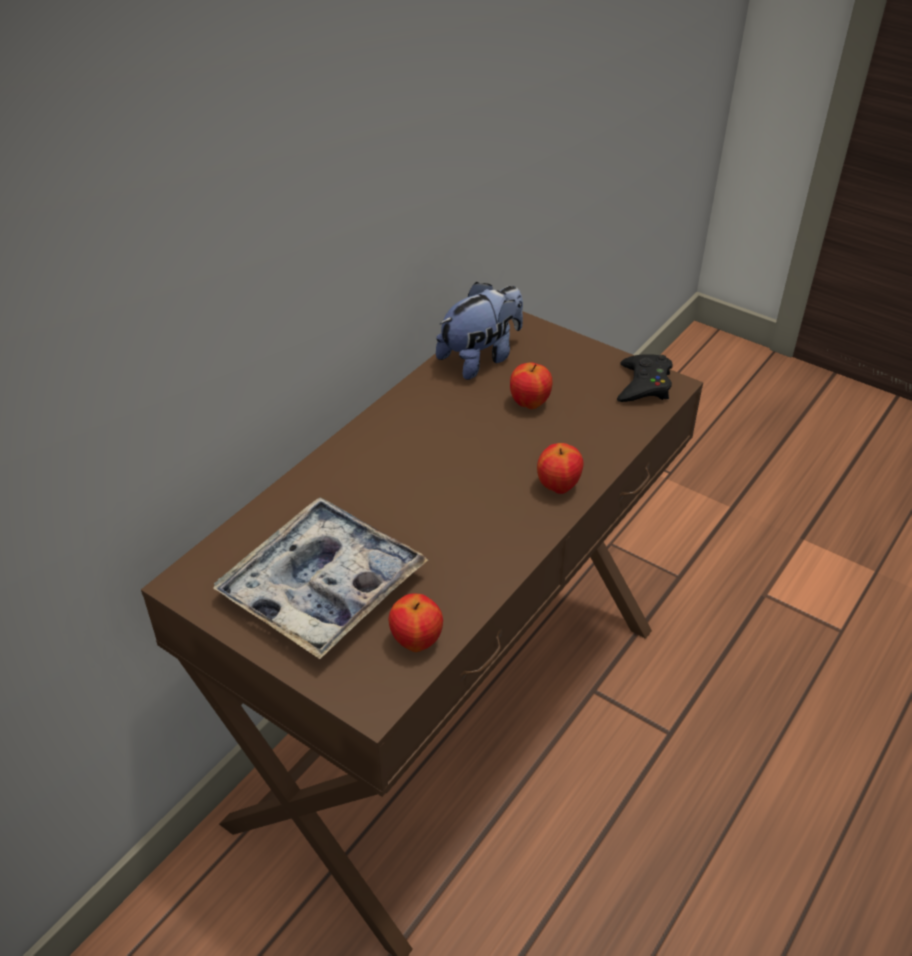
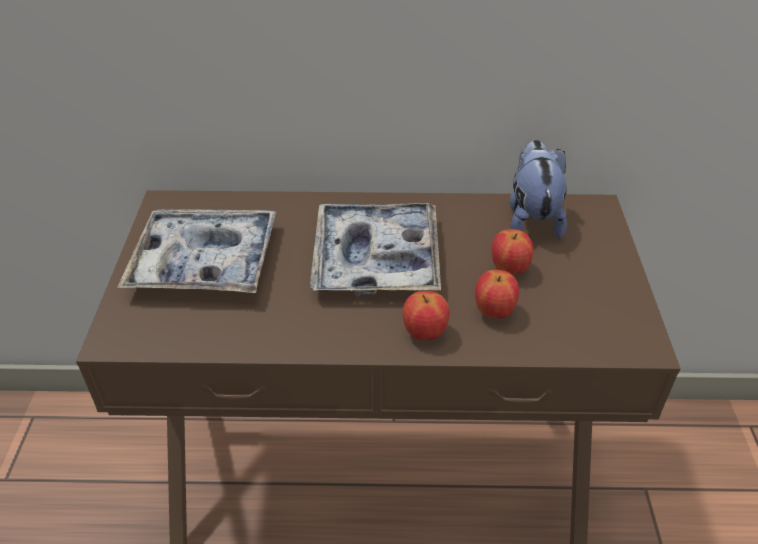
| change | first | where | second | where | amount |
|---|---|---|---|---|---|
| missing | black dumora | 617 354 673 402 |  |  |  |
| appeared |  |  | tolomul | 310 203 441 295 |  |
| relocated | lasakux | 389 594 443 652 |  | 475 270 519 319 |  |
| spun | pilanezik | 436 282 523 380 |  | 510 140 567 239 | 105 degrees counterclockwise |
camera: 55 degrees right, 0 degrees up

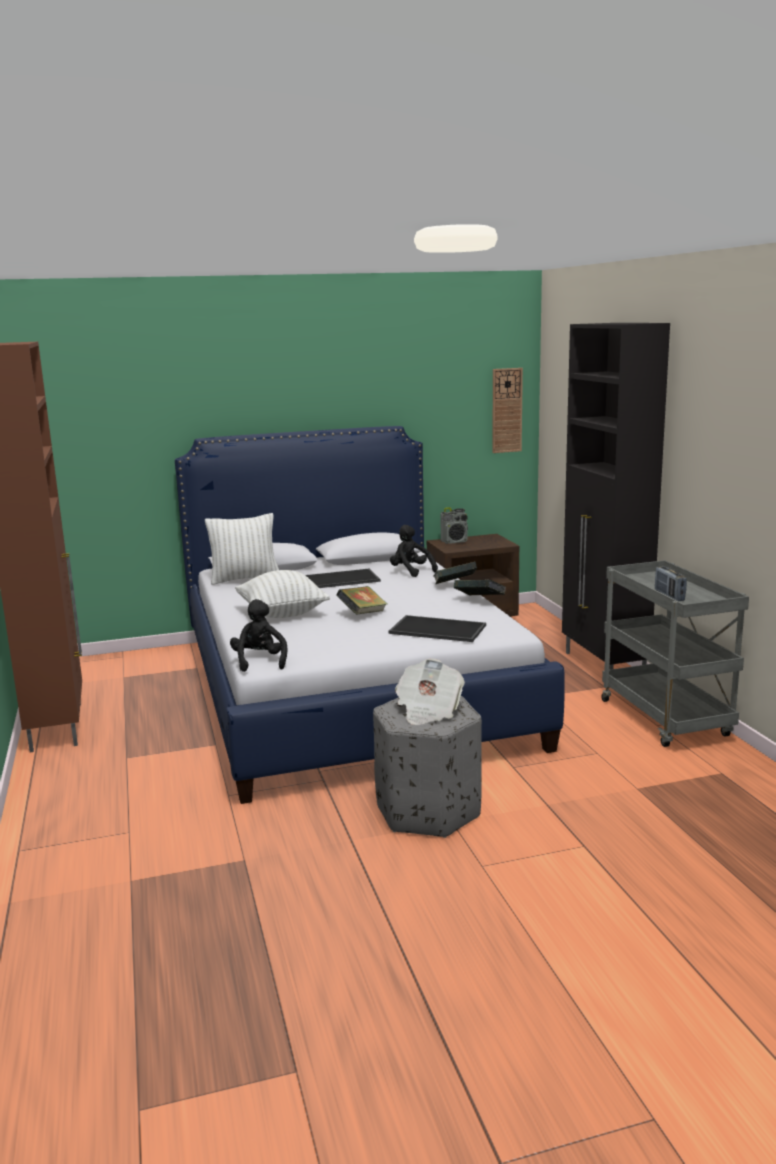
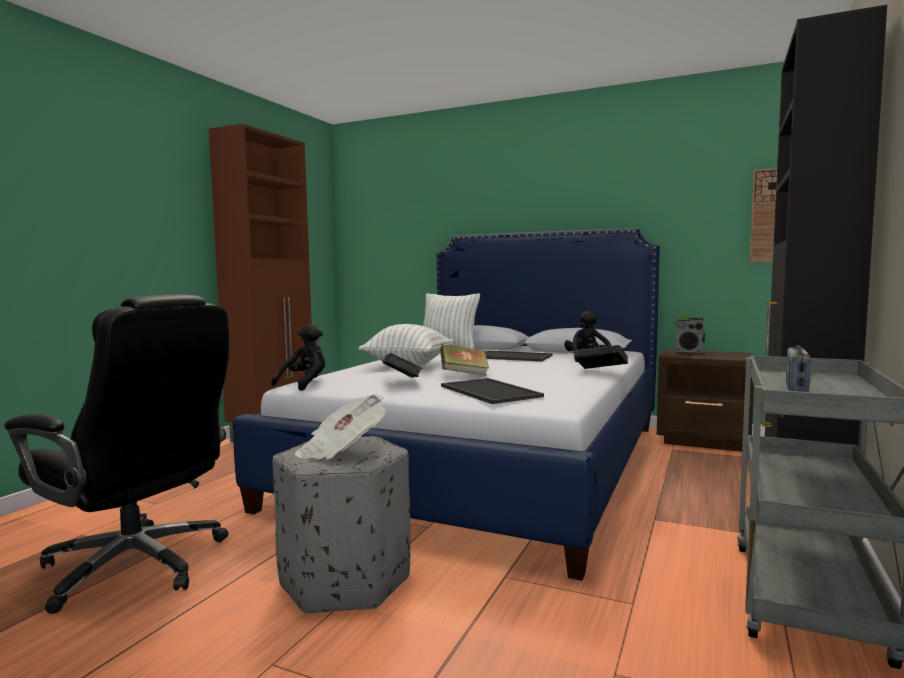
| change | first | where | second | where | amount |
|---|---|---|---|---|---|
| appeared |  |  | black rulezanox | 4 295 229 614 |  |
| relocated | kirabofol | 454 580 506 596 |  | 383 353 423 378 |  |
camera: 40 degrees right, 10 degrees down

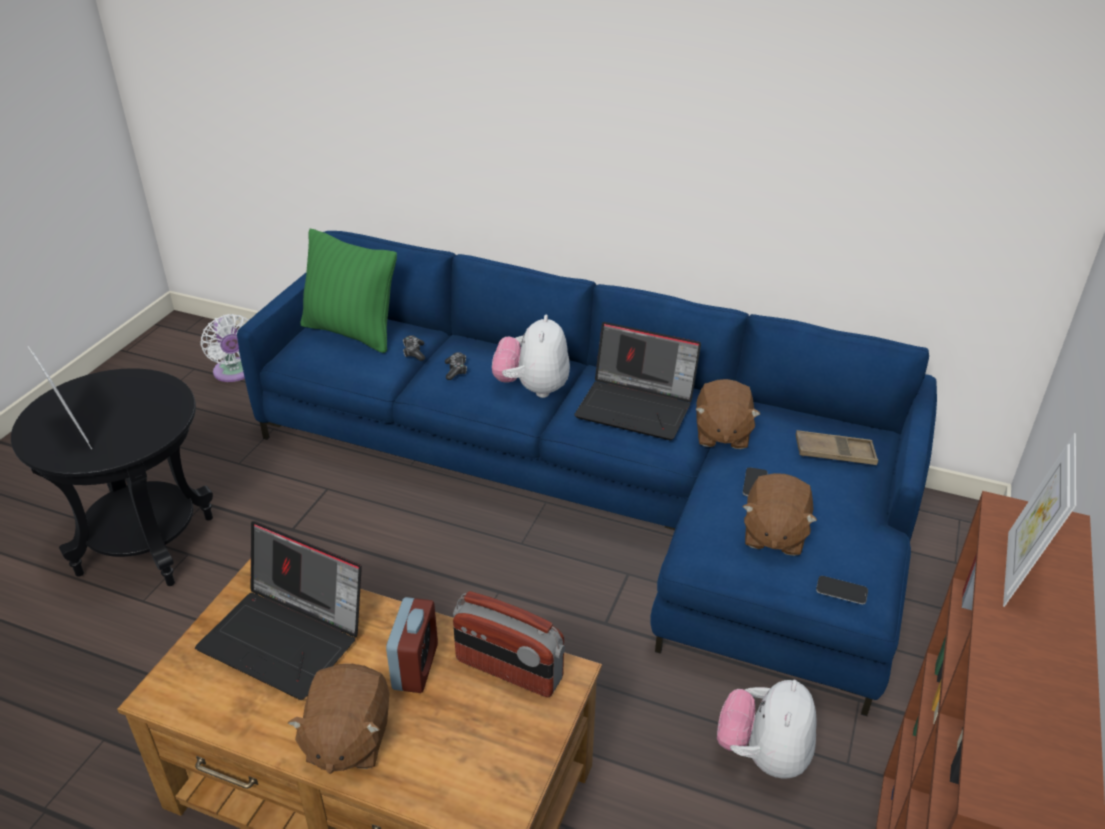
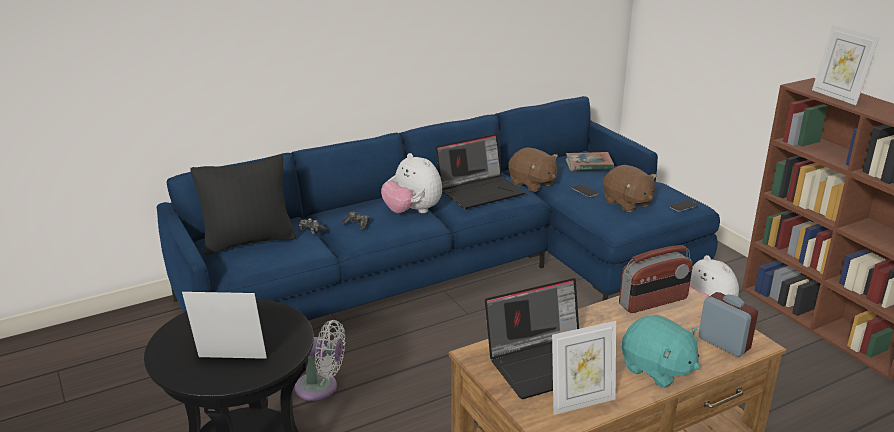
| change | first | where | second | where | amount |
|---|---|---|---|---|---|
| appeared |  |  | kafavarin | 552 321 616 415 |  |
| relocated | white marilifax | 200 314 249 382 |  | 295 320 345 401 |  |
| relocated | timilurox | 386 597 438 693 |  | 698 292 758 357 |  |
| exchanged | brown tolomul | 796 430 878 465 | kirabofol | 565 152 614 171 |  |
| colour | brown pilanezik | 288 664 389 774 | turquoise pilanezik | 622 315 700 388 |  |
| colour | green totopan | 300 229 397 353 | black totopan | 190 154 296 255 |  |
camera: 50 degrees left, 10 degrees down

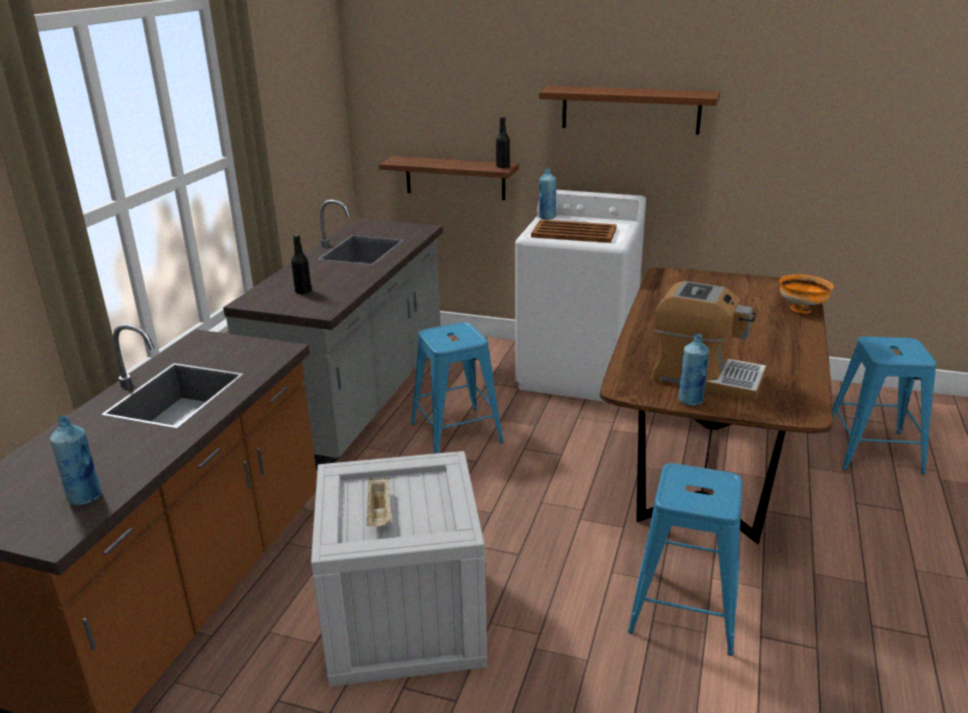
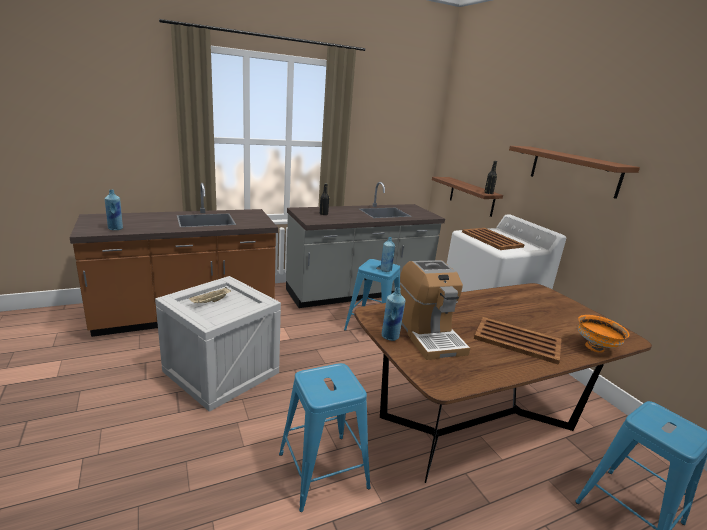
| change | first | where | second | where | amount |
|---|---|---|---|---|---|
| appeared |  |  | brown tolomul | 474 317 561 365 |  |
| relocated | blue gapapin | 539 168 556 220 |  | 380 237 395 272 |  |
camera: 45 degrees right, 5 degrees down

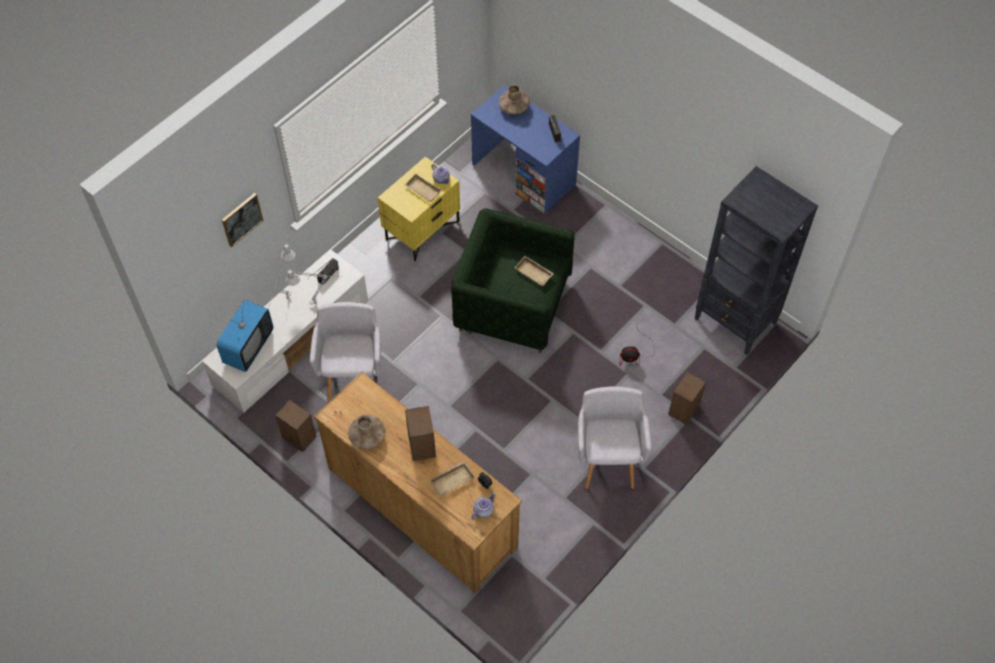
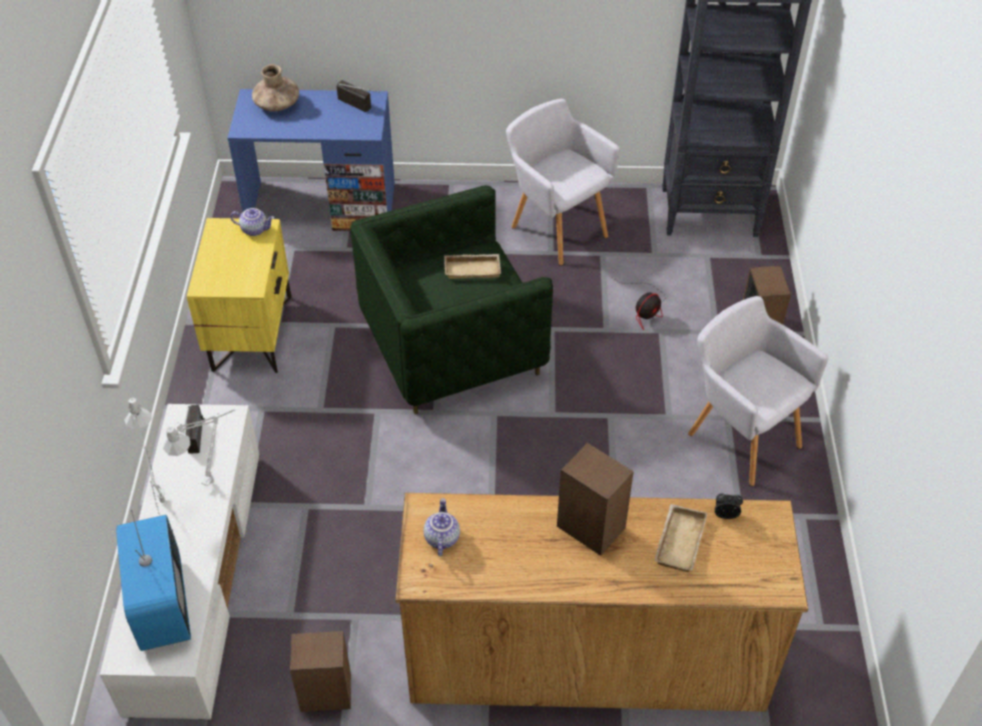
| change | first | where | second | where | amount |
|---|---|---|---|---|---|
| missing | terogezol | 222 193 263 247 |  |  |  |
| missing | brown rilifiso | 348 415 386 449 |  |  |  |
| missing | beige tolomul | 405 174 442 202 |  |  |  |
| relocated | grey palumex | 310 302 381 403 |  | 506 99 620 266 |  |
| relocated | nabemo | 471 493 496 520 |  | 424 498 460 556 |  |
camera: 40 degrees left, 10 degrees down

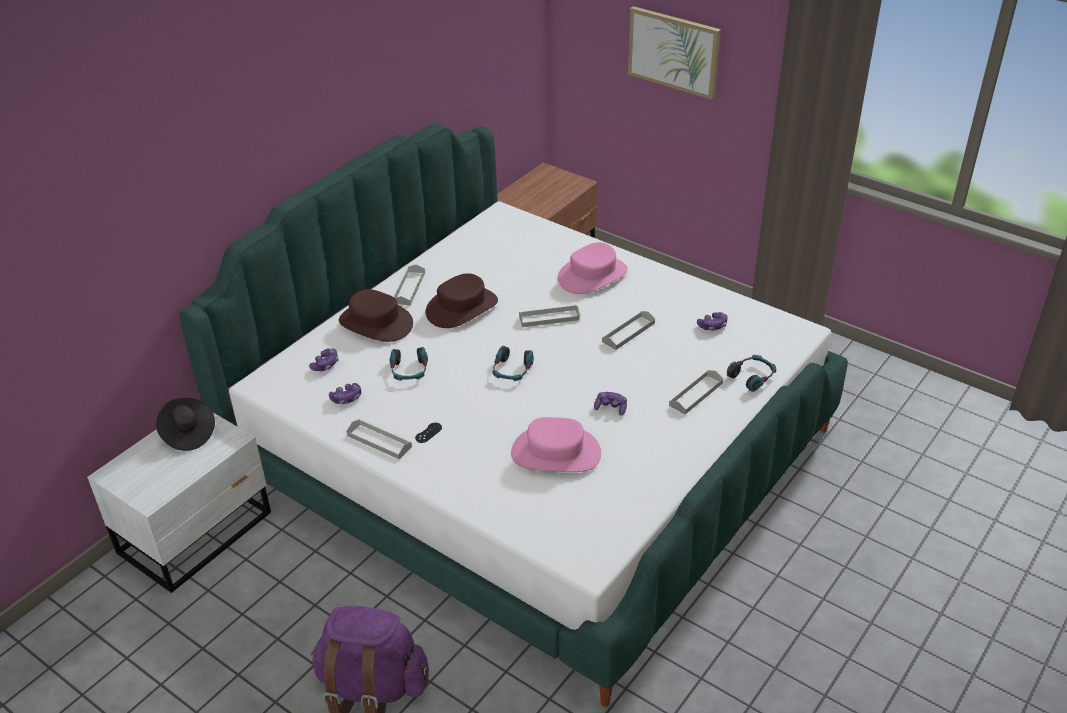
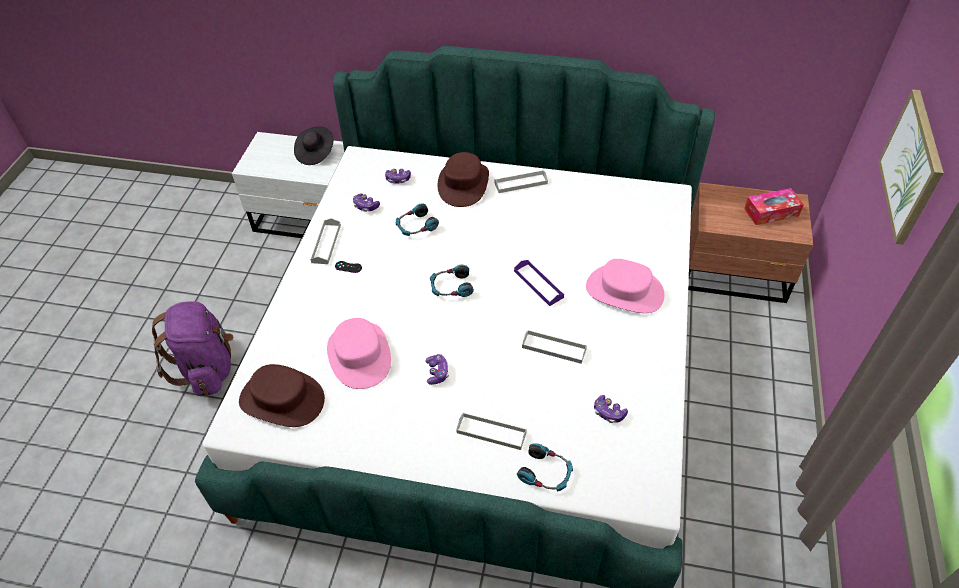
| change | first | where | second | where | amount |
|---|---|---|---|---|---|
| appeared |  |  | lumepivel | 744 188 804 225 |  |
| relocated | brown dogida | 426 273 498 328 |  | 239 364 325 427 |  |
| colour | grey tolomul | 519 305 580 327 | purple tolomul | 514 260 564 306 |  |
camera: 65 degrees right, 10 degrees up

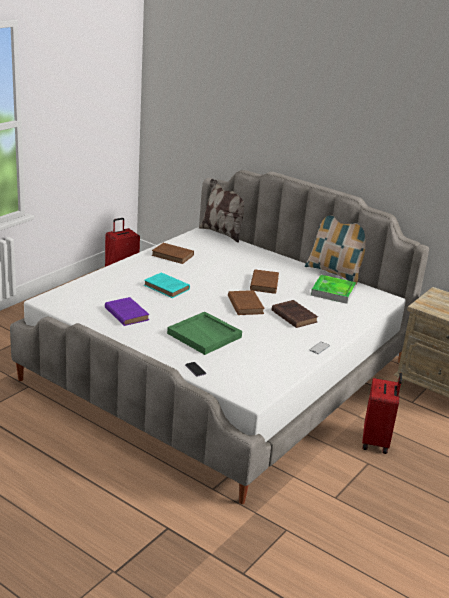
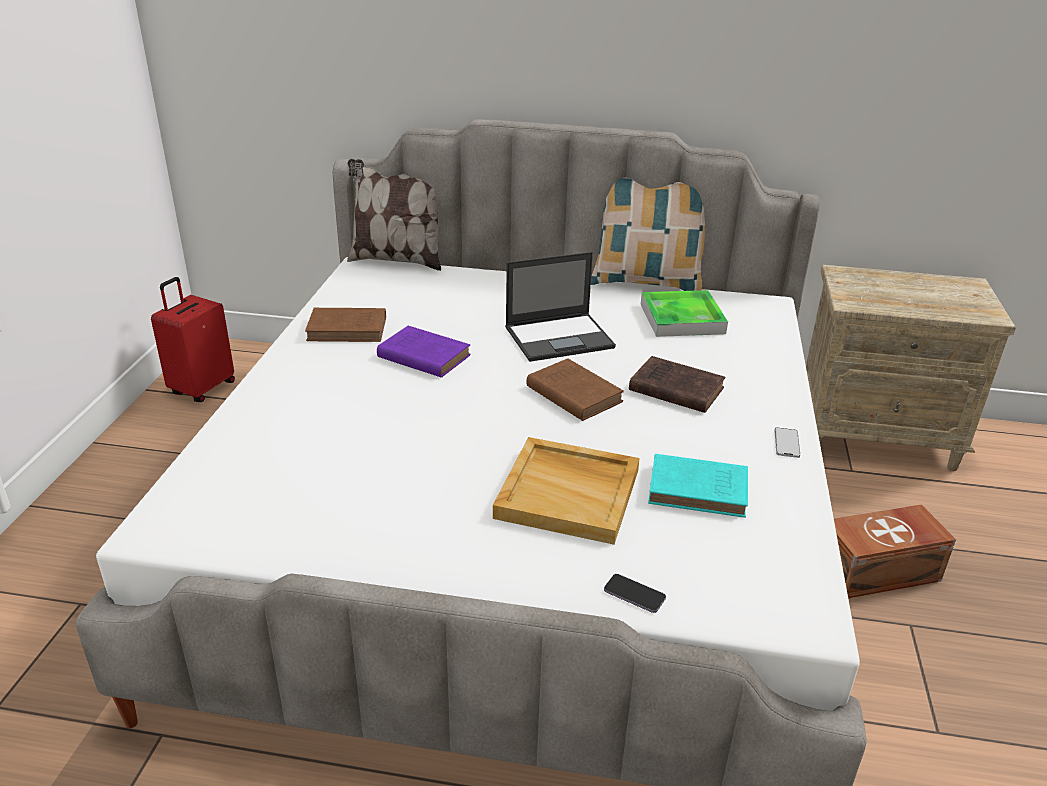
| change | first | where | second | where | amount |
|---|---|---|---|---|---|
| relocated | purple kirabofol | 105 297 149 326 |  | 377 326 471 378 |  |
| relocated | turquoise kirabofol | 144 272 190 298 |  | 648 454 748 518 |  |
| exchanged | brown kirabofol | 250 269 279 294 | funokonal | 505 252 616 362 |  |
| exchanged | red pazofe | 362 373 402 454 | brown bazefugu | 834 504 956 598 |  |
| colour | green tolomul | 167 312 242 355 | beige tolomul | 493 437 640 545 |  |
camera: 25 degrees left, 5 degrees up

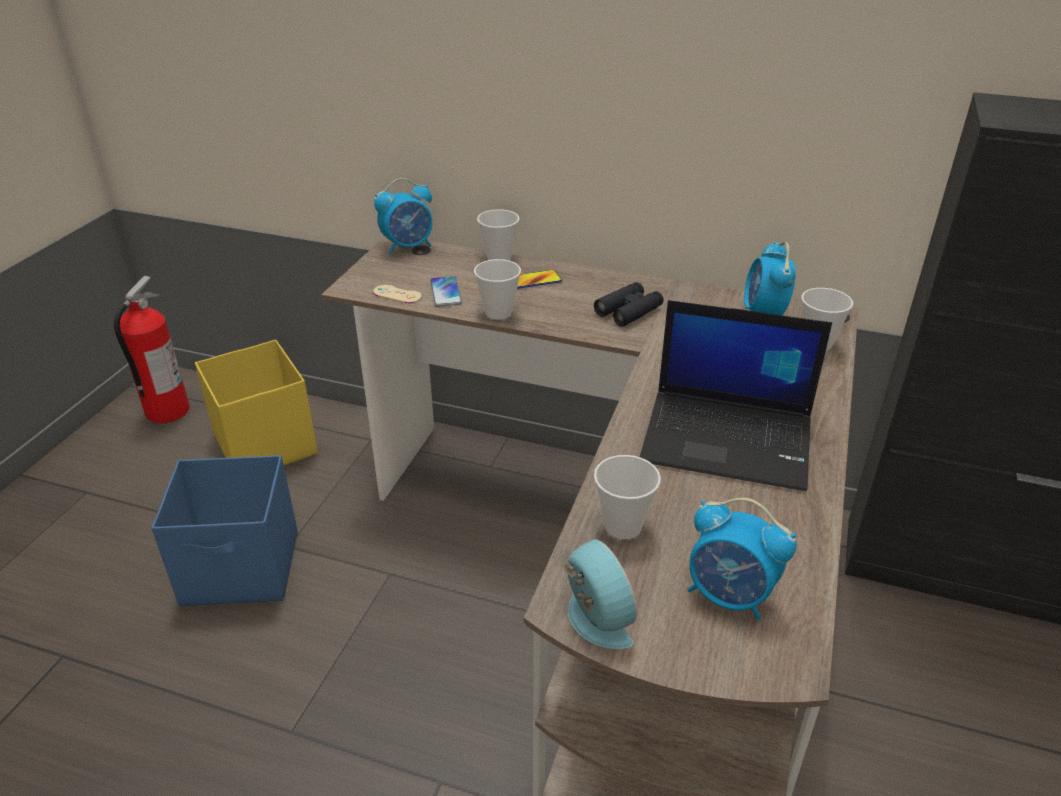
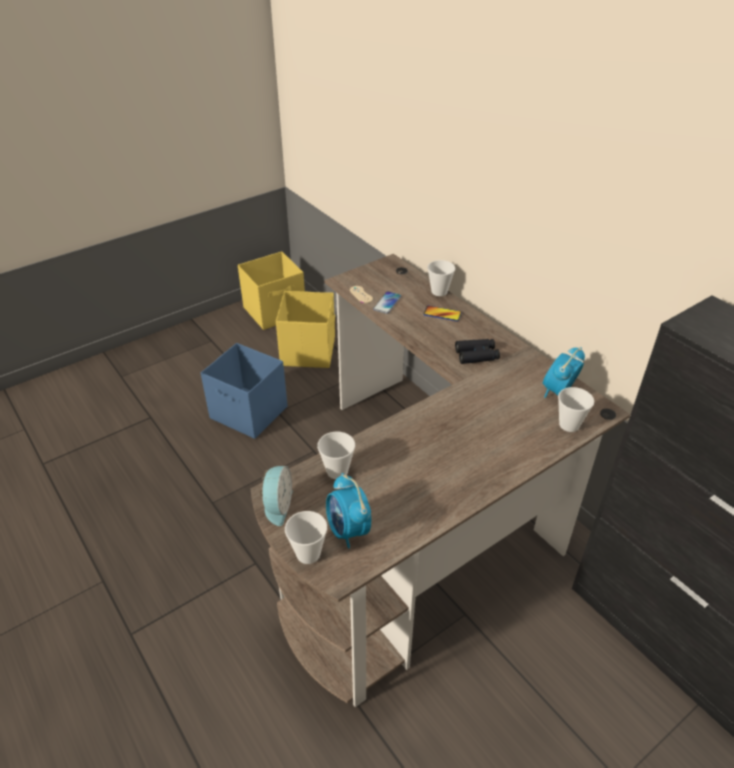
| change | first | where | second | where | amount |
|---|---|---|---|---|---|
| missing | timilurox | 374 178 432 255 |  |  |  |
| missing | funokonal | 640 300 832 491 |  |  |  |
| relocated | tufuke | 474 259 521 320 |  | 285 511 327 564 |  |
| exchanged | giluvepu | 114 276 190 423 | yellow bazefugu | 238 251 305 330 |  |
camera: 35 degrees right, 5 degrees up

